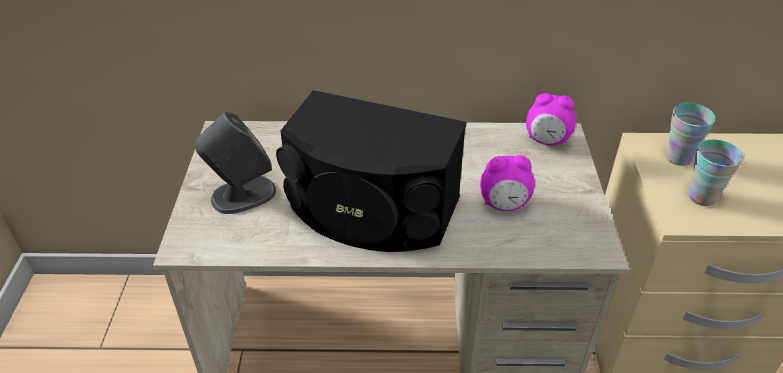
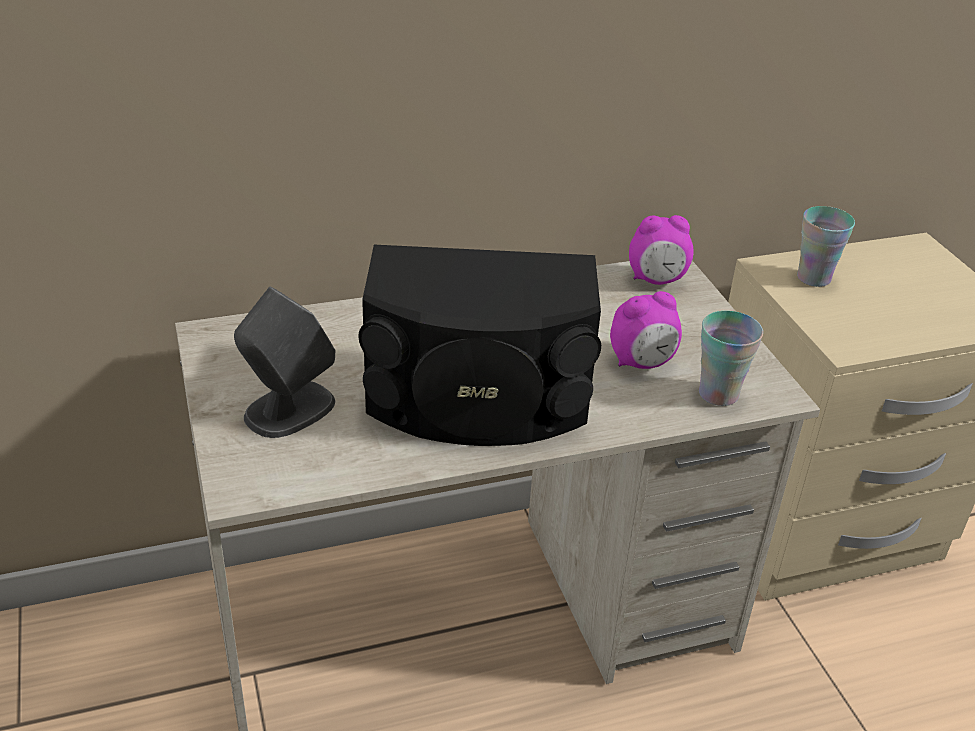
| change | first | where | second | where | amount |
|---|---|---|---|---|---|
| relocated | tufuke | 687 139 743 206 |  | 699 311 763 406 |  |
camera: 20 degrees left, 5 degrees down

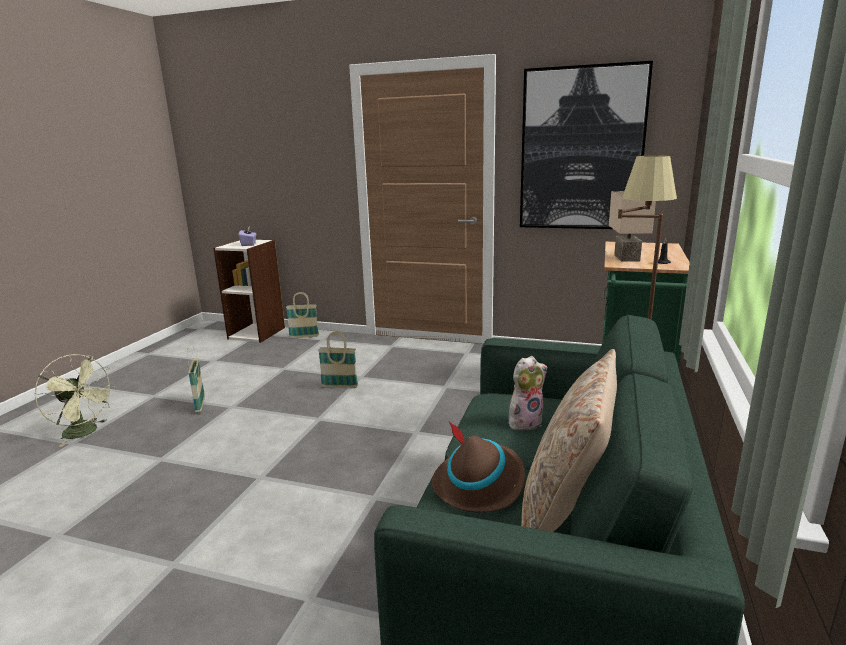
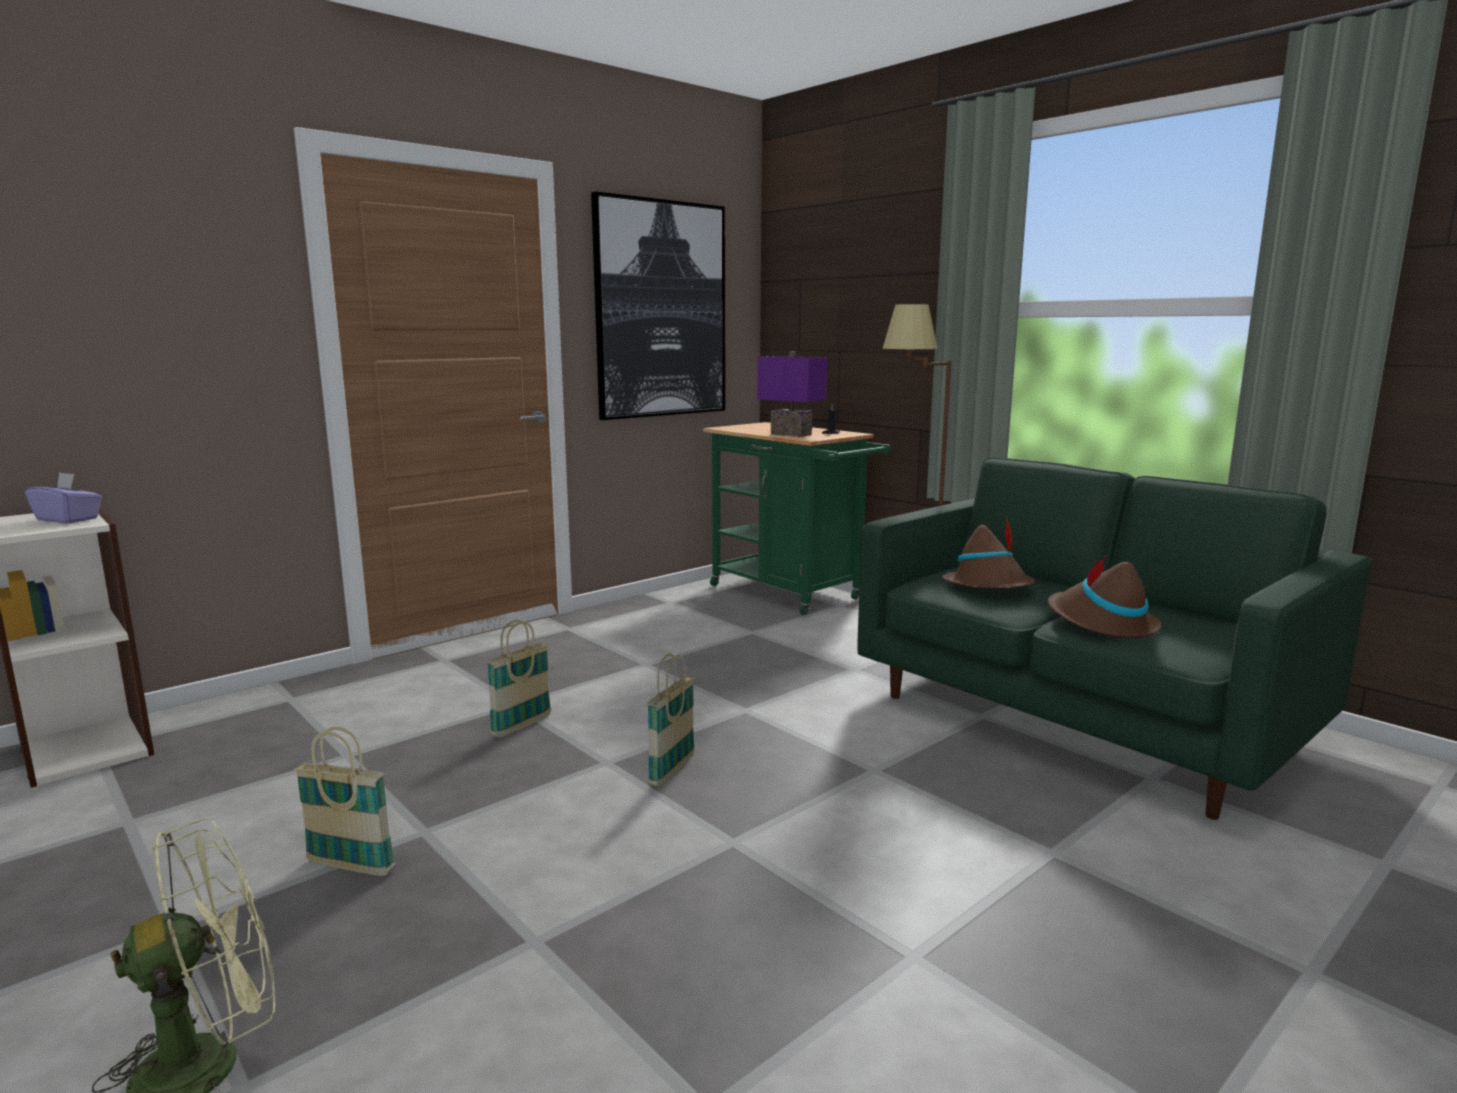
| change | first | where | second | where | amount |
|---|---|---|---|---|---|
| missing | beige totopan | 521 349 617 532 |  |  |  |
| relocated | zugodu | 286 292 319 338 |  | 647 653 695 787 |  |
| exchanged | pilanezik | 509 356 547 431 | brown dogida | 942 518 1035 588 |  |
| colour | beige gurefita | 609 191 656 262 | purple gurefita | 757 351 828 437 |  |
camera: 60 degrees left, 5 degrees down

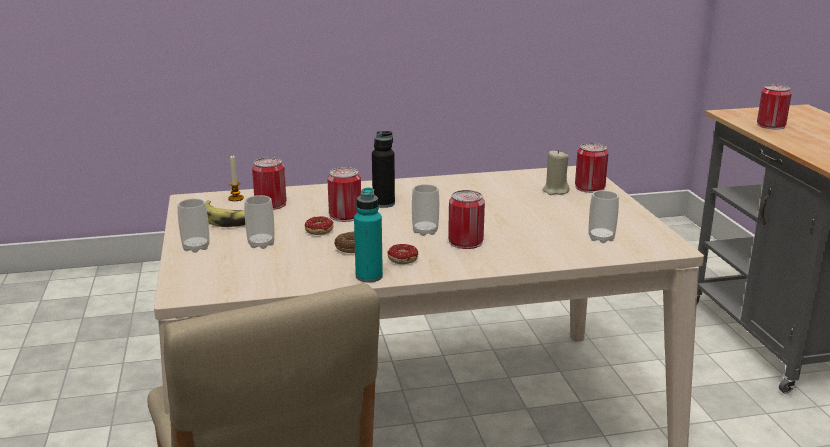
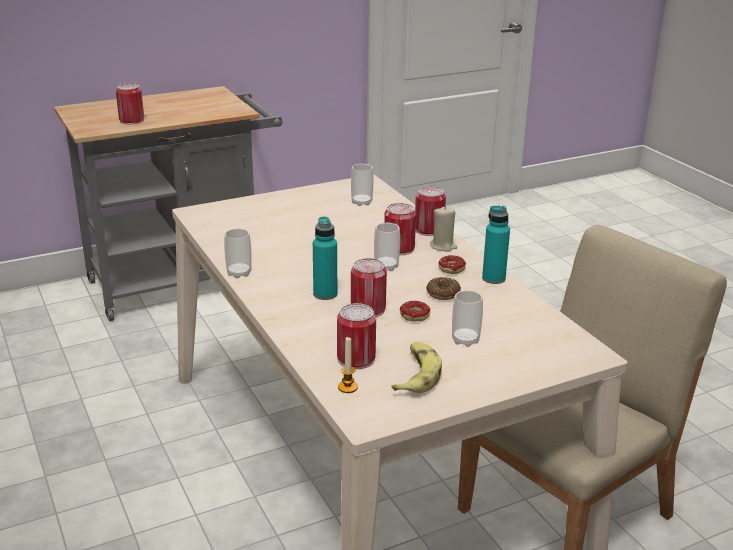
| change | first | where | second | where | amount |
|---|---|---|---|---|---|
| relocated | tufuke | 177 199 210 253 |  | 224 228 252 278 |  |
| relocated | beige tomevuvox | 542 150 570 195 |  | 430 206 458 252 |  |
| relocated | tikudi | 575 143 609 193 |  | 415 186 446 236 |  |
| colour | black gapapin | 372 131 395 208 | turquoise gapapin | 313 217 337 300 |  |
camera: 105 degrees left, 5 degrees up

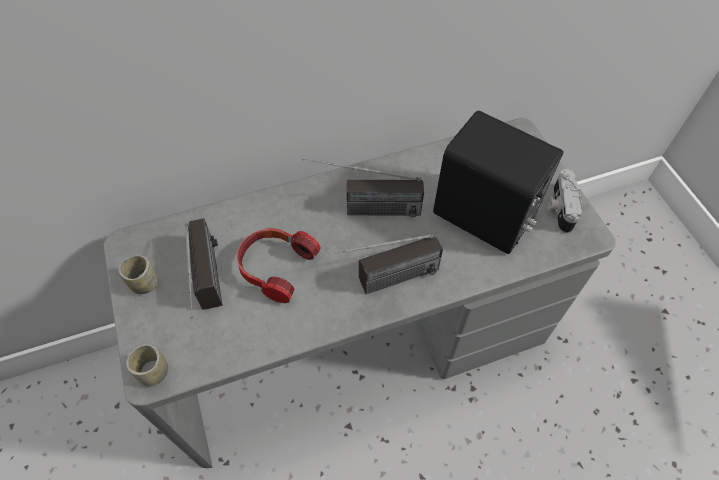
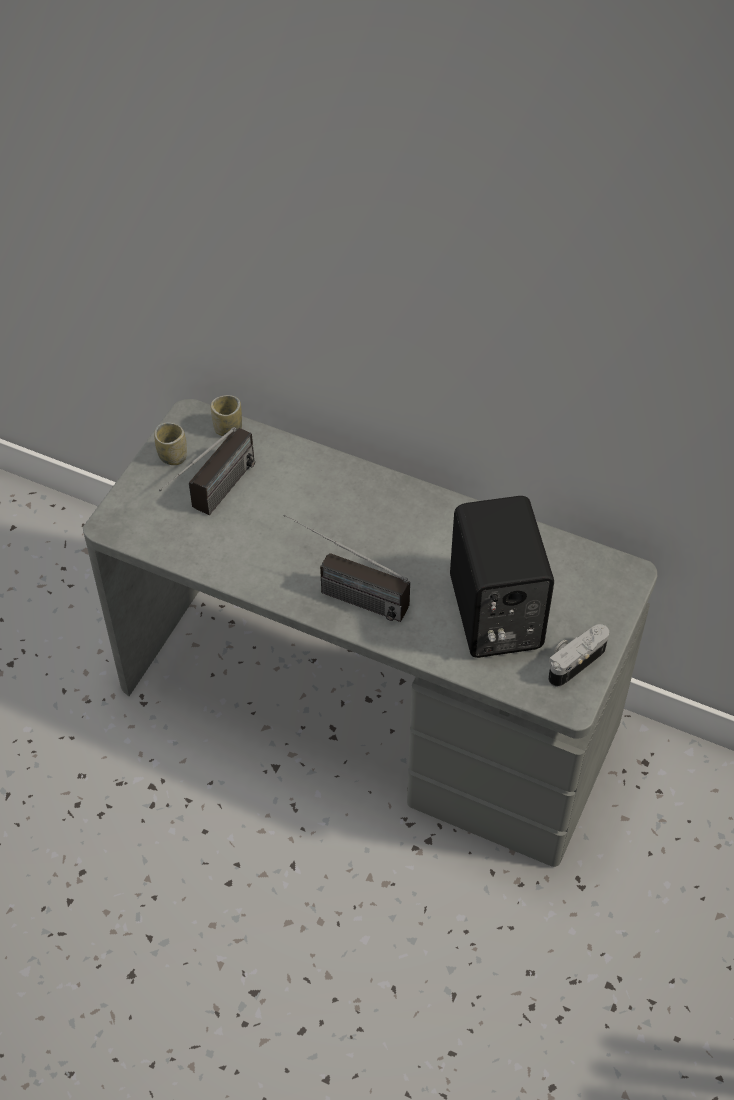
| change | first | where | second | where | amount |
|---|---|---|---|---|---|
| missing | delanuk | 237 228 321 303 |  |  |  |
| missing | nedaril | 303 158 424 217 |  |  |  |
| relocated | tufuke | 126 344 168 386 |  | 211 395 242 436 |  |
camera: 45 degrees right, 5 degrees down

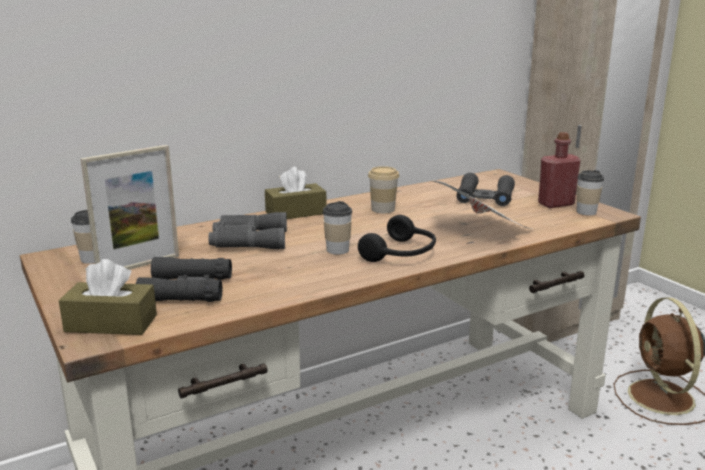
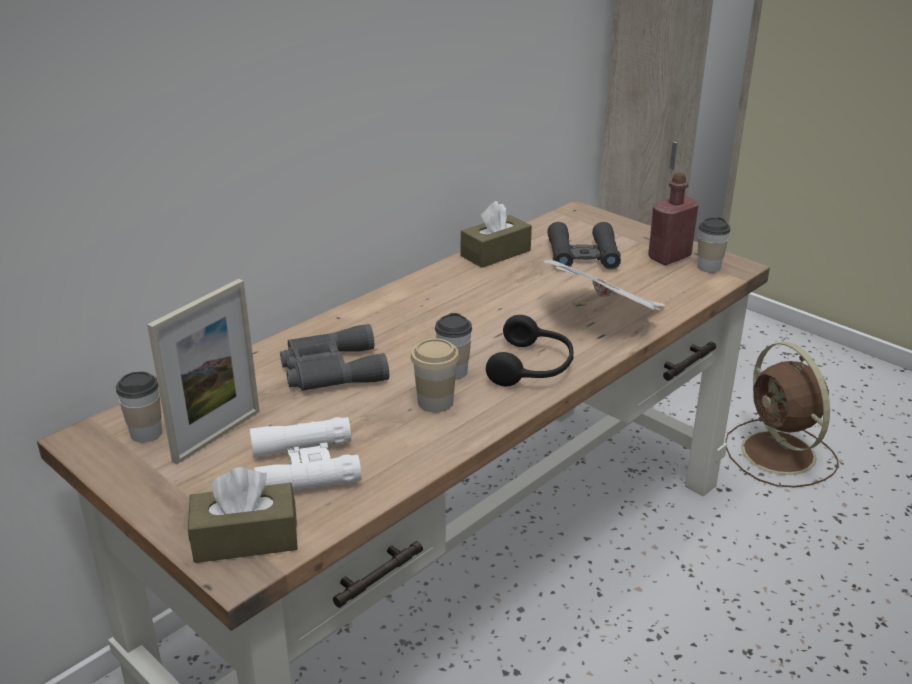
| change | first | where | second | where | amount |
|---|---|---|---|---|---|
| relocated | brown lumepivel | 265 167 326 219 |  | 461 201 532 268 |  |
| relocated | tufuke | 368 166 399 213 |  | 411 338 459 413 |  |
| colour | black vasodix | 136 257 232 302 | white vasodix | 250 417 362 490 |  |
camera: 15 degrees left, 10 degrees up

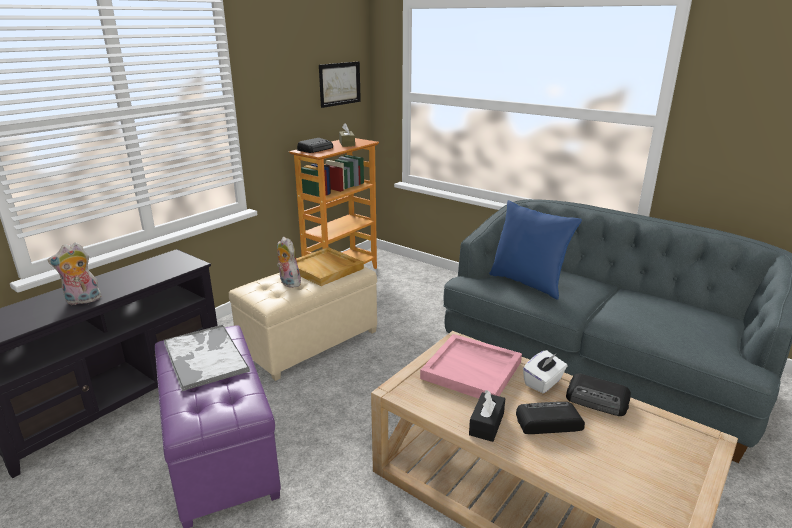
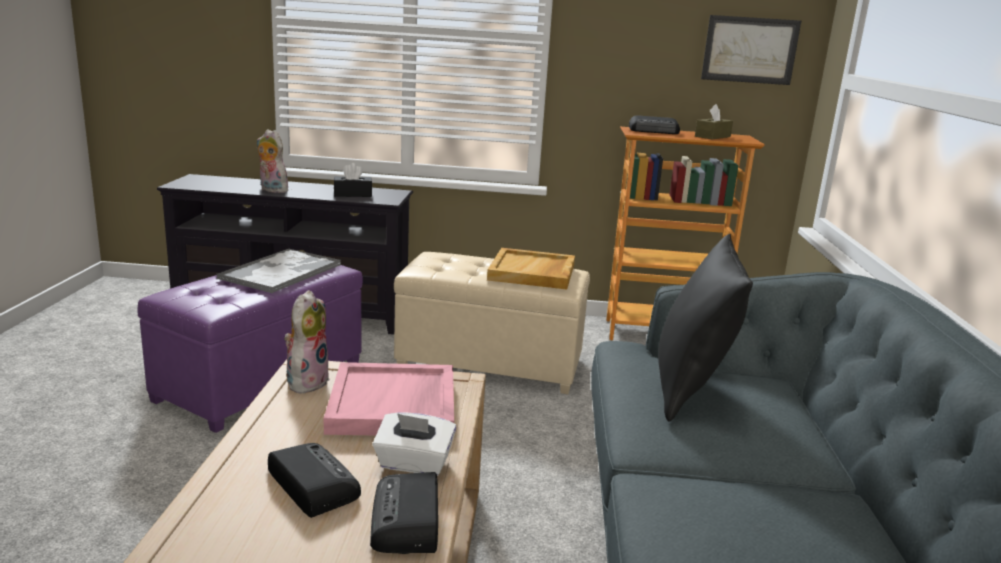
| change | first | where | second | where | amount |
|---|---|---|---|---|---|
| relocated | pilanezik | 277 237 301 288 |  | 284 290 330 394 |  |
| relocated | black lumepivel | 469 390 505 442 |  | 334 163 372 197 |  |
| colour | blue totopan | 489 200 582 300 | black totopan | 658 234 753 422 |  |
camera: 55 degrees right, 5 degrees down

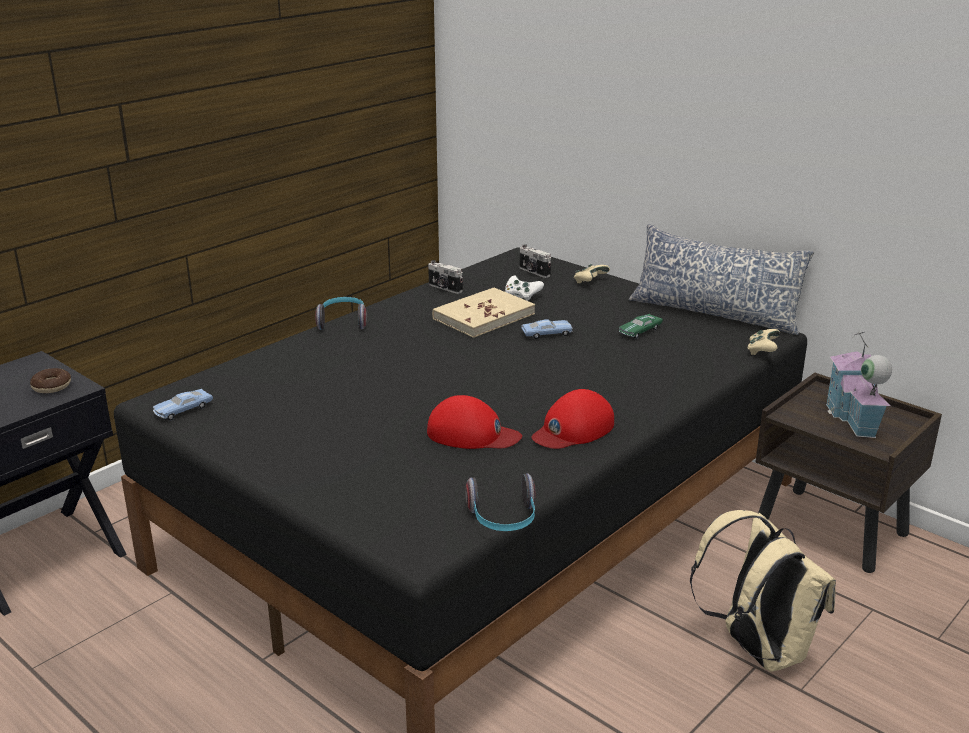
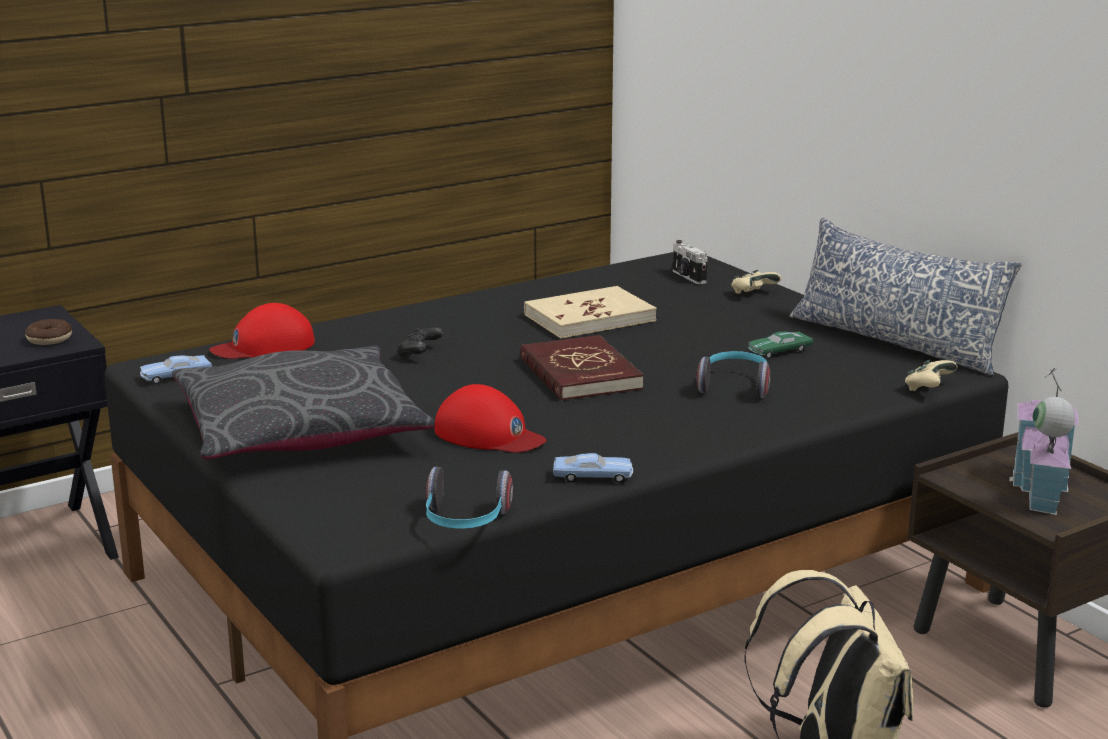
| change | first | where | second | where | amount |
|---|---|---|---|---|---|
| missing | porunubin | 428 260 463 294 |  |  |  |
| missing | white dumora | 505 275 544 301 |  |  |  |
| appeared |  |  | grey totopan | 172 345 435 459 |  |
| appeared |  |  | black dumora | 397 328 443 358 |  |
| appeared |  |  | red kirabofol | 520 335 644 401 |  |
| relocated | delanuk | 315 297 367 330 |  | 697 351 770 398 |  |
| relocated | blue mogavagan | 521 319 572 339 |  | 553 453 633 483 |  |
| relocated | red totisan | 531 389 614 449 |  | 209 303 315 359 |  |
camera: 15 degrees right, 5 degrees down

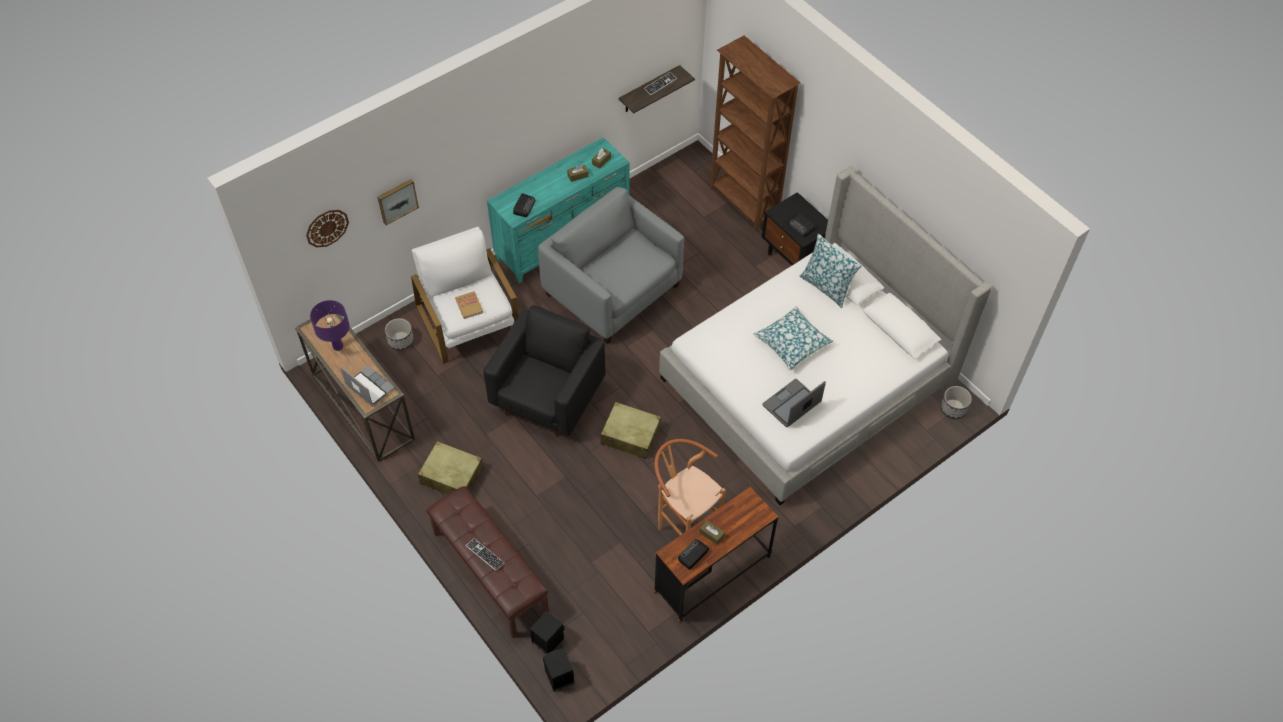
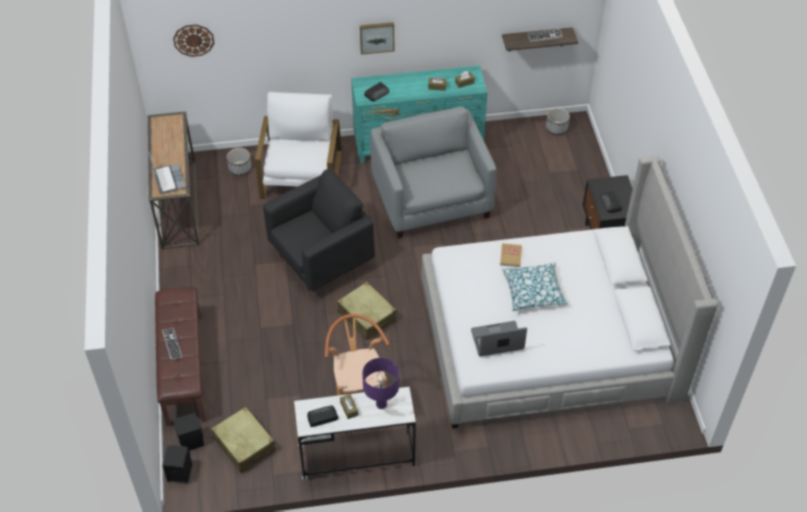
| change | first | where | second | where | amount |
|---|---|---|---|---|---|
| missing | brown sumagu | 710 36 800 231 |  |  |  |
| missing | totopan | 800 234 862 308 |  |  |  |
| relocated | purple gurefita | 310 300 350 351 |  | 362 358 399 409 |  |
| relocated | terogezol | 378 179 419 225 |  | 360 22 394 55 |  |
| relocated | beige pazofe | 418 441 483 494 |  | 211 407 275 473 |  |
| relocated | kirabofol | 455 291 483 319 |  | 500 243 522 267 |  |
| relocated | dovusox | 941 386 972 419 |  | 546 108 570 135 |  |
| colour | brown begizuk | 653 487 778 623 | white begizuk | 294 387 416 480 |  |
camera: 30 degrees right, 5 degrees down

